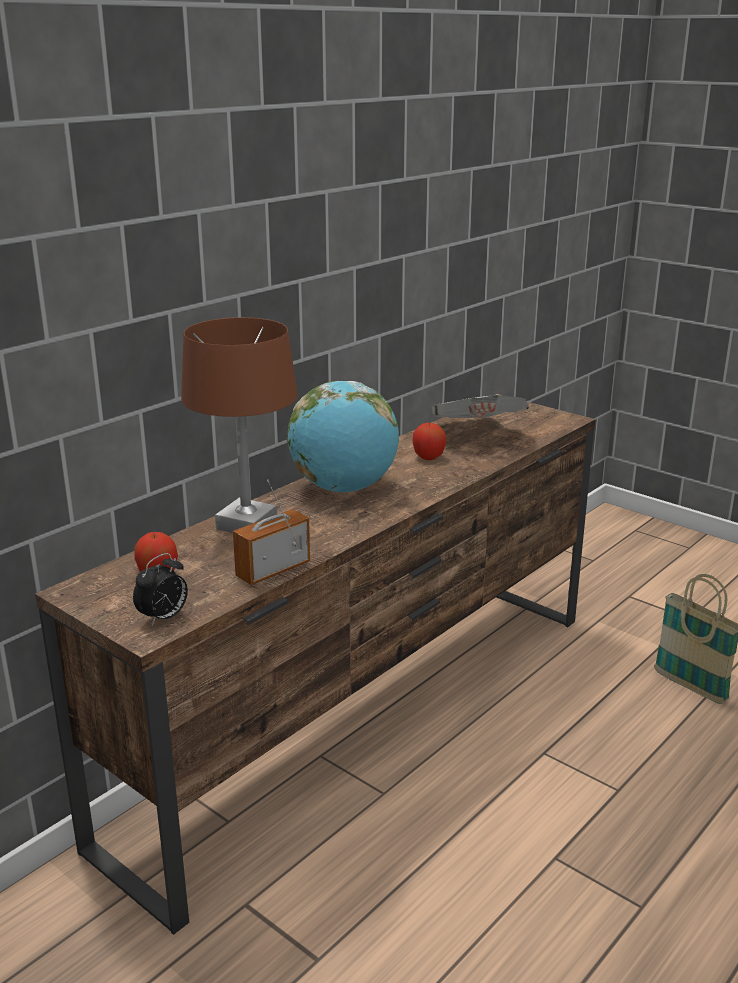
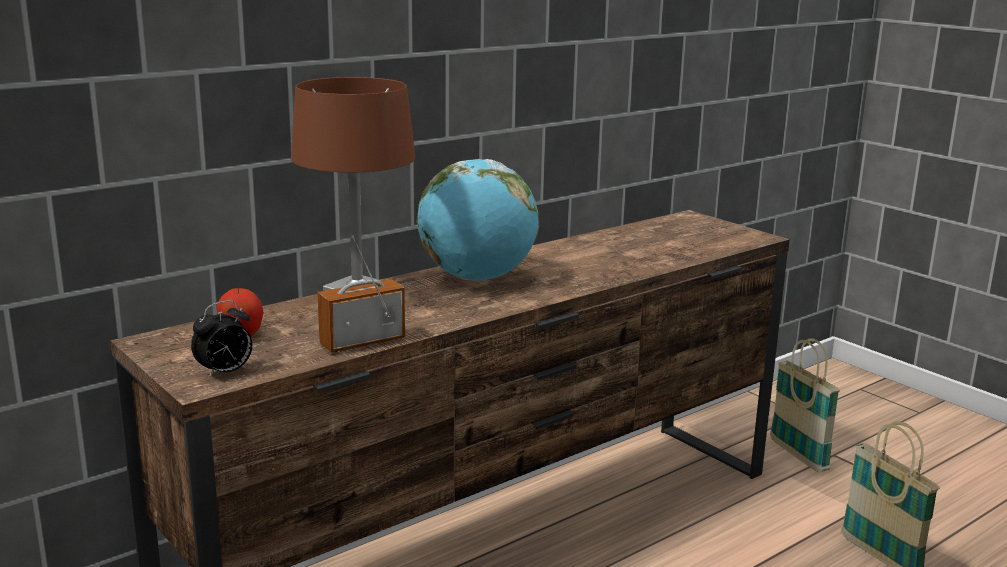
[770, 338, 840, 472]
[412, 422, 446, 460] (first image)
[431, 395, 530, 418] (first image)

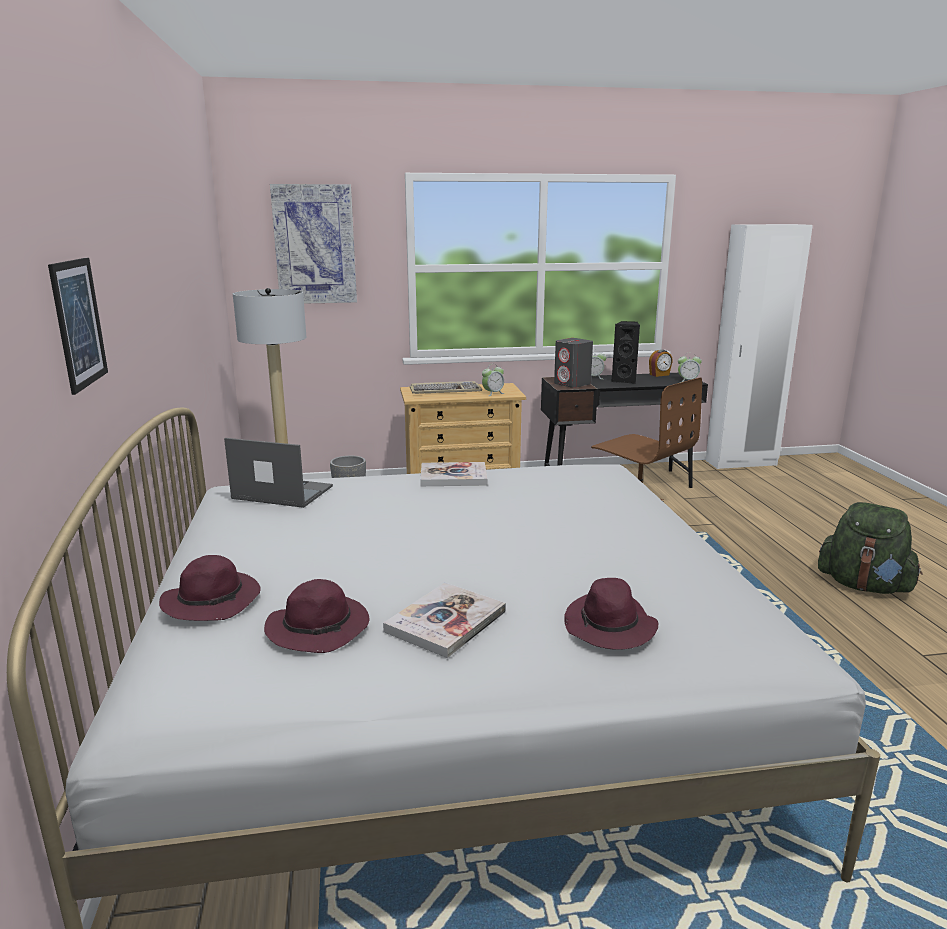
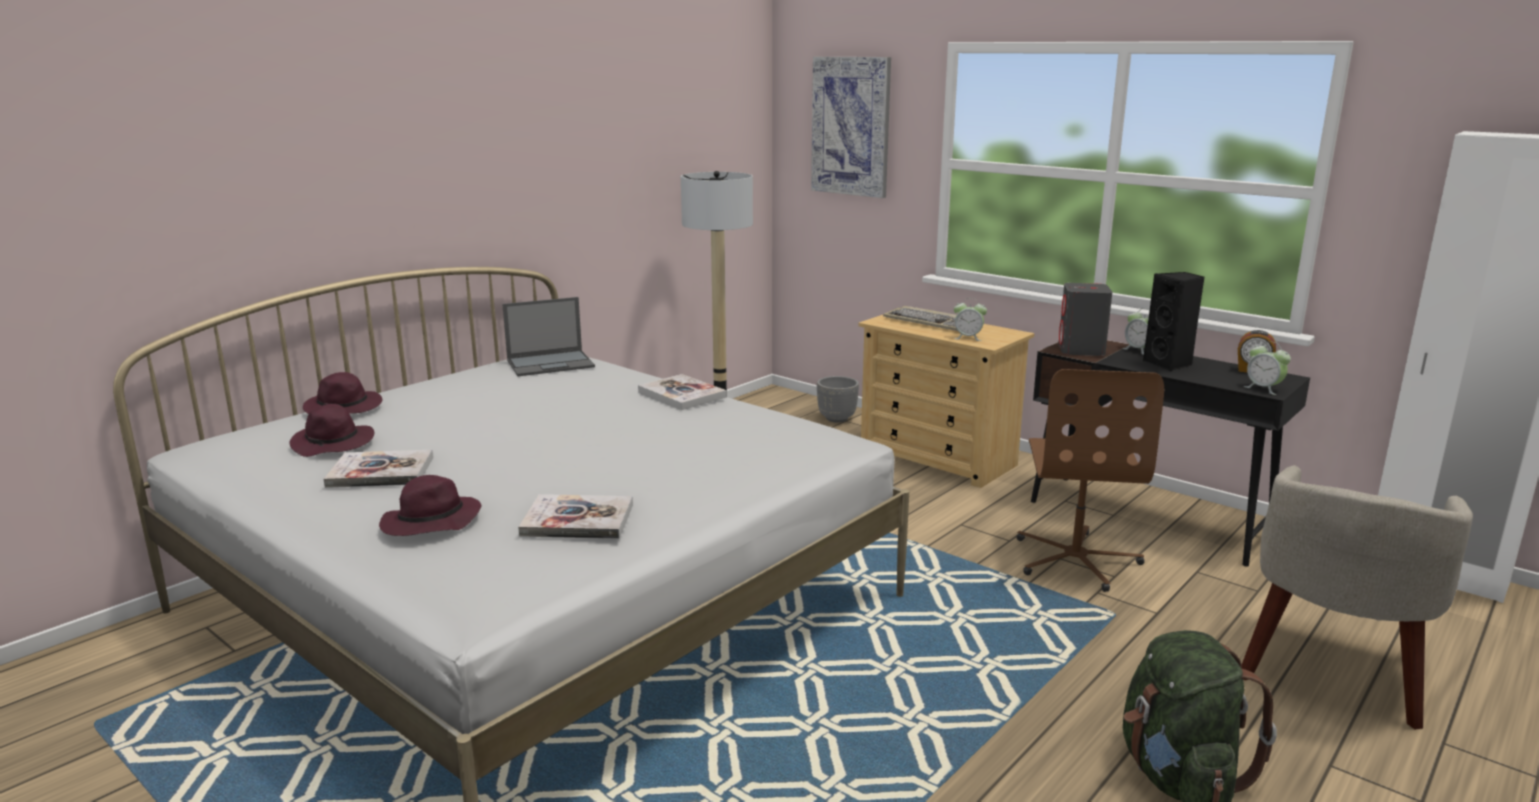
[502, 297, 595, 376]
[518, 494, 633, 539]
[1242, 465, 1473, 730]
[48, 258, 108, 395] (first image)

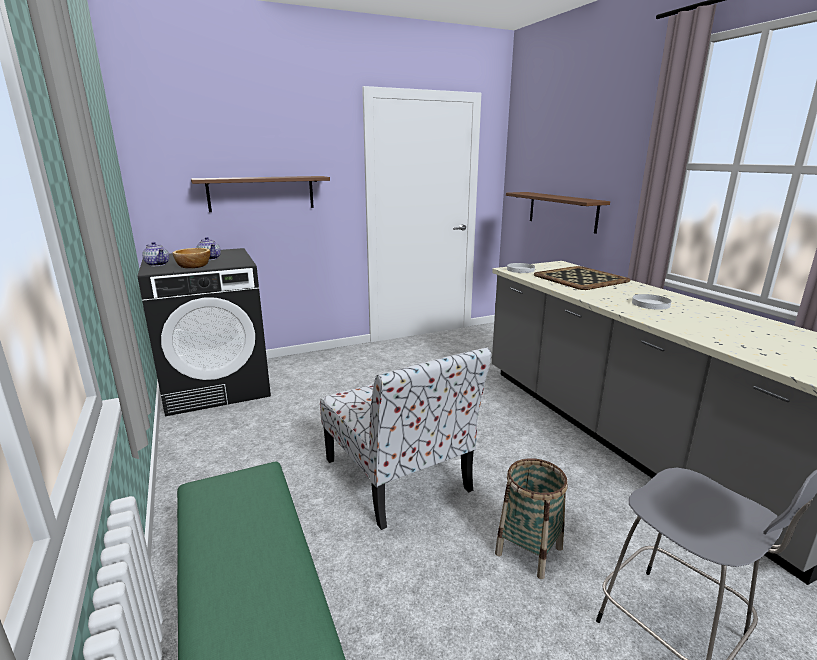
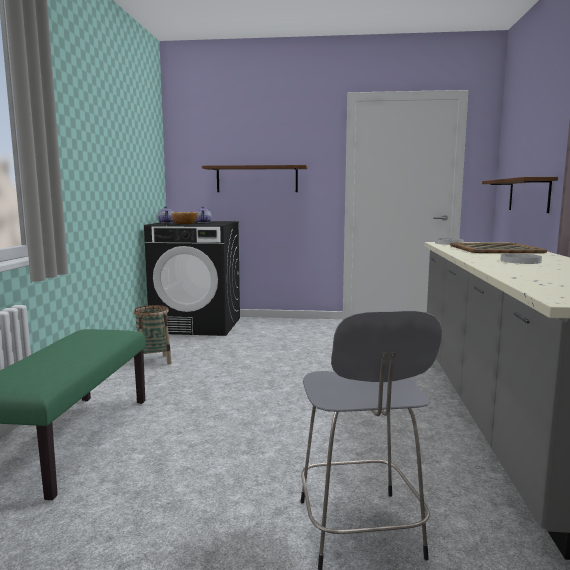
[134, 305, 172, 364]
[320, 347, 492, 530] (first image)

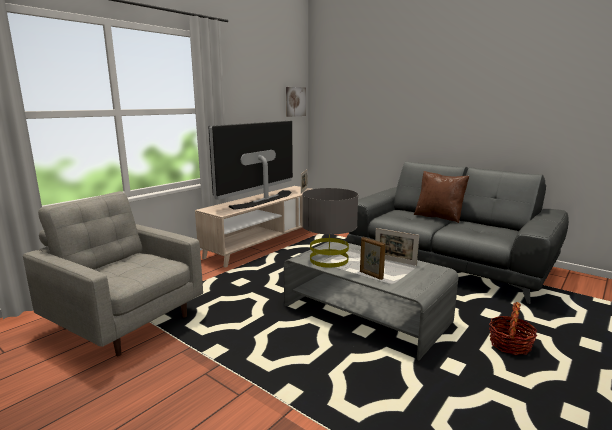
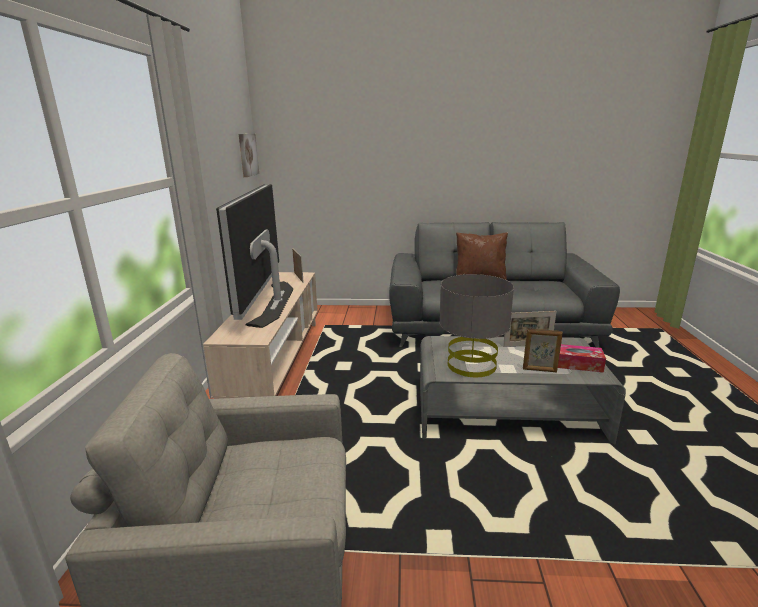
[558, 344, 606, 373]
[489, 302, 537, 355] (first image)

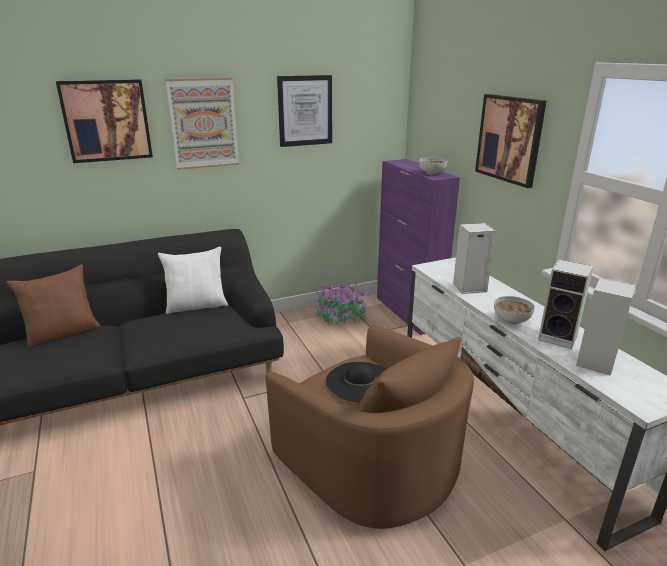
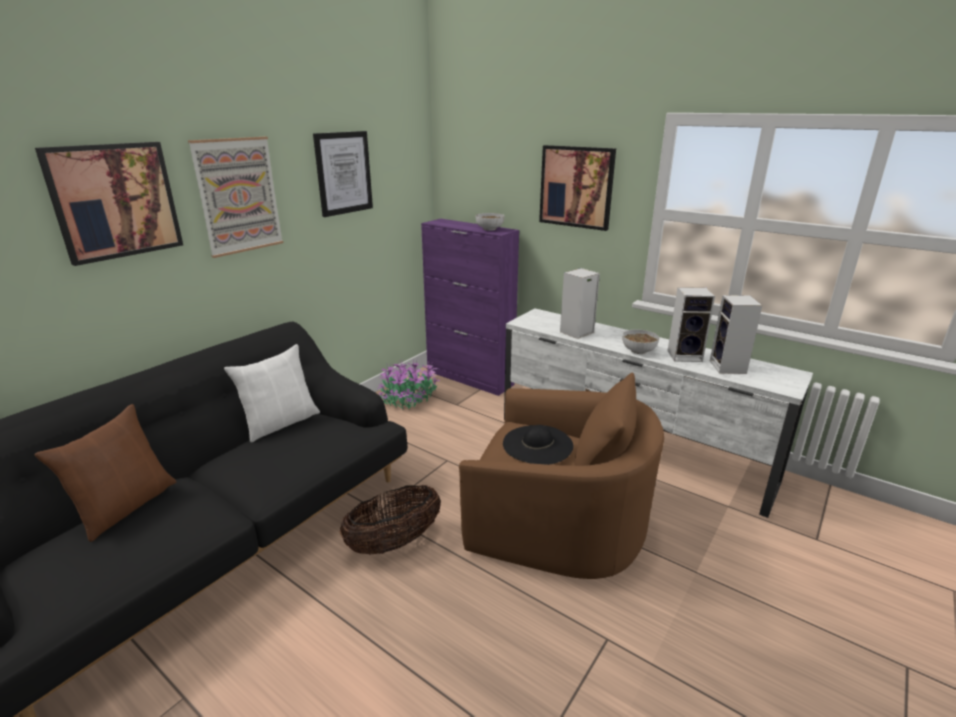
[340, 485, 441, 554]

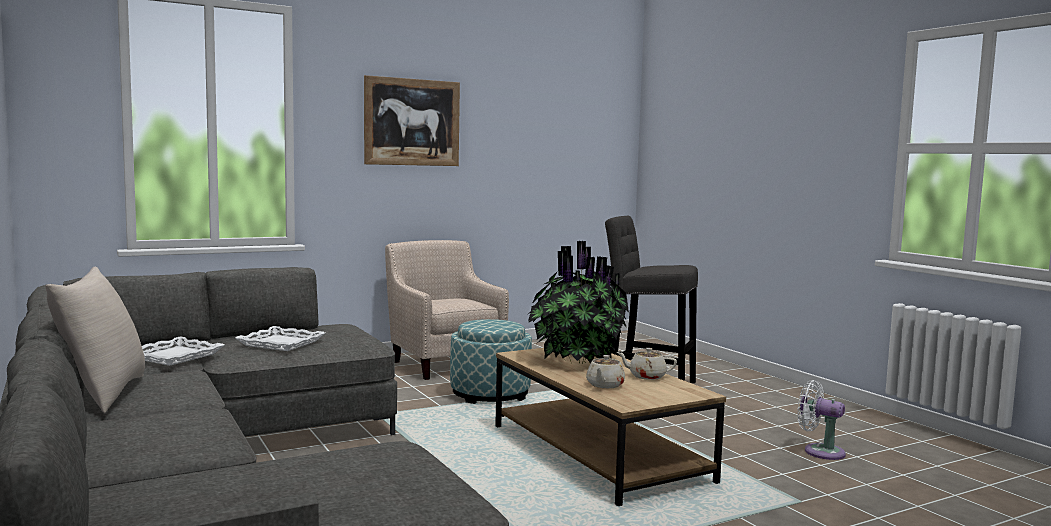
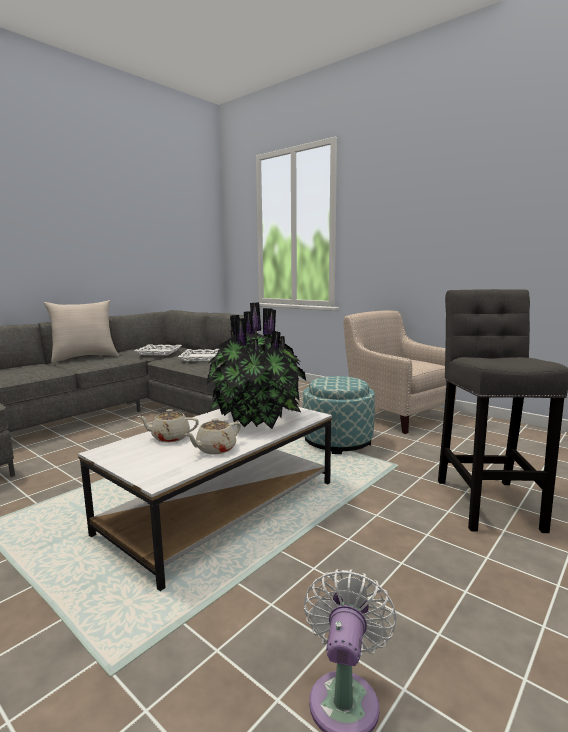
[78, 407, 332, 591]
[184, 418, 241, 455]
[343, 311, 457, 434]
[364, 75, 460, 166] (first image)

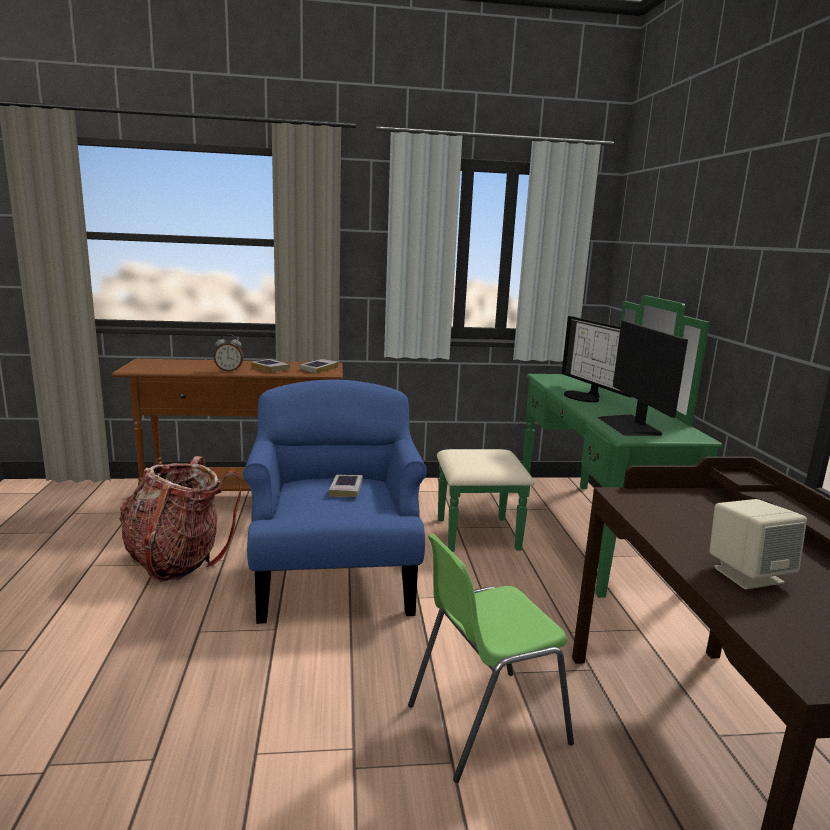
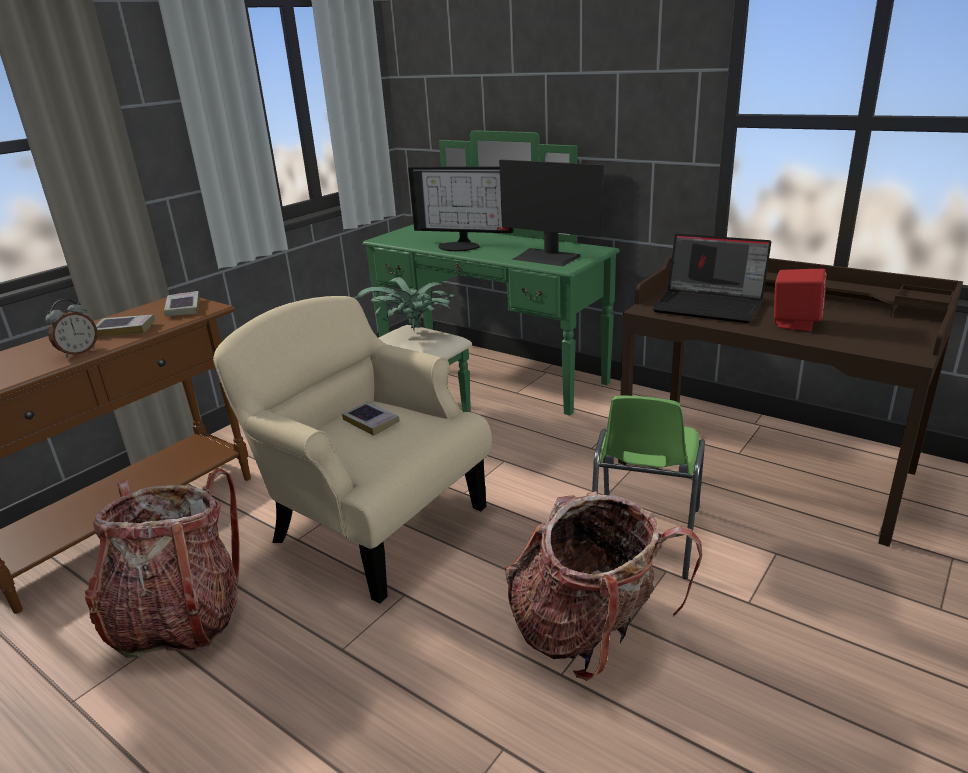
[213, 296, 492, 604]
[357, 277, 455, 331]
[505, 491, 702, 681]
[652, 234, 771, 323]
[774, 269, 826, 332]

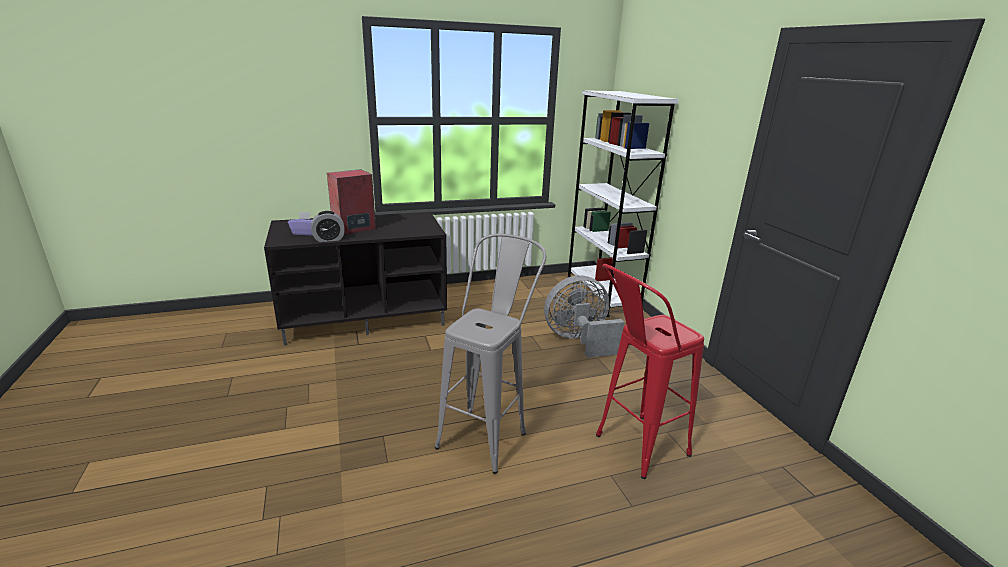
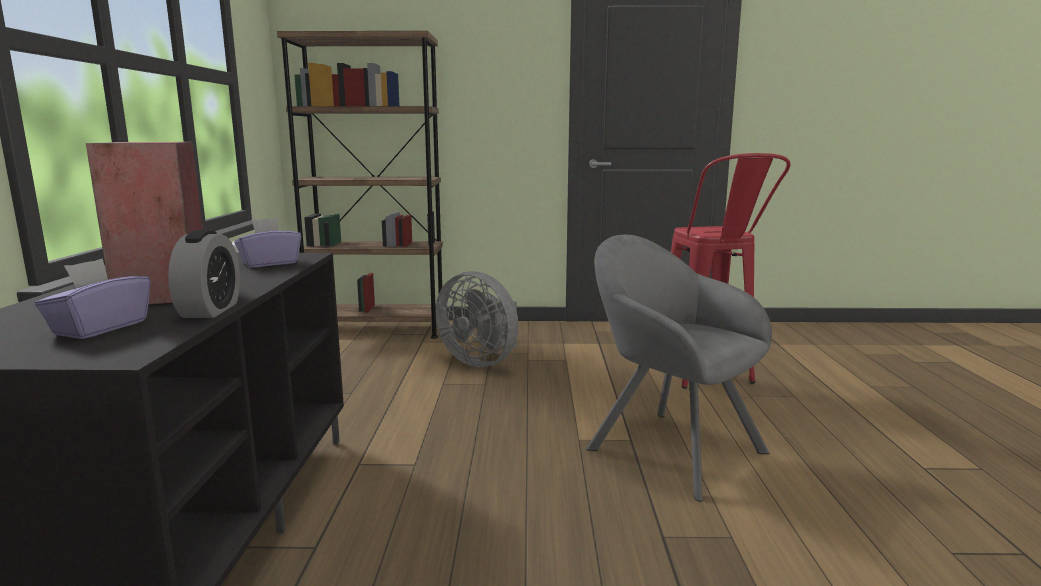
[235, 217, 301, 268]
[277, 31, 443, 339]
[435, 271, 519, 367]
[586, 235, 772, 502]

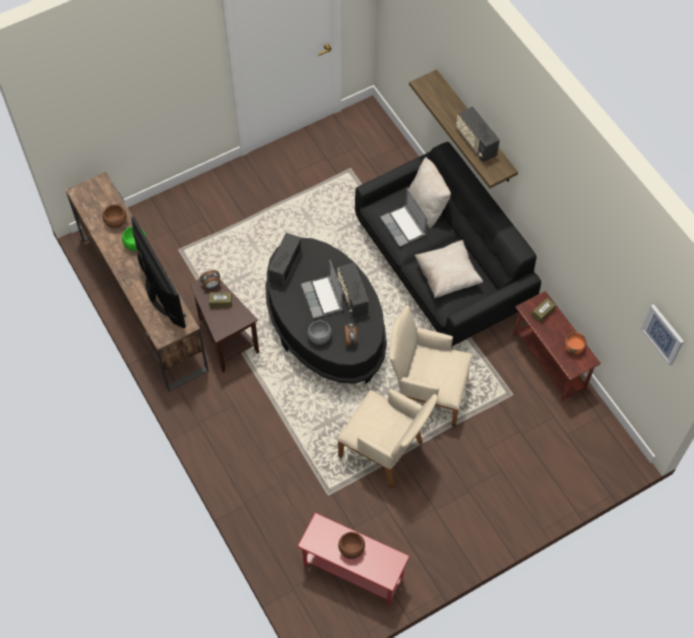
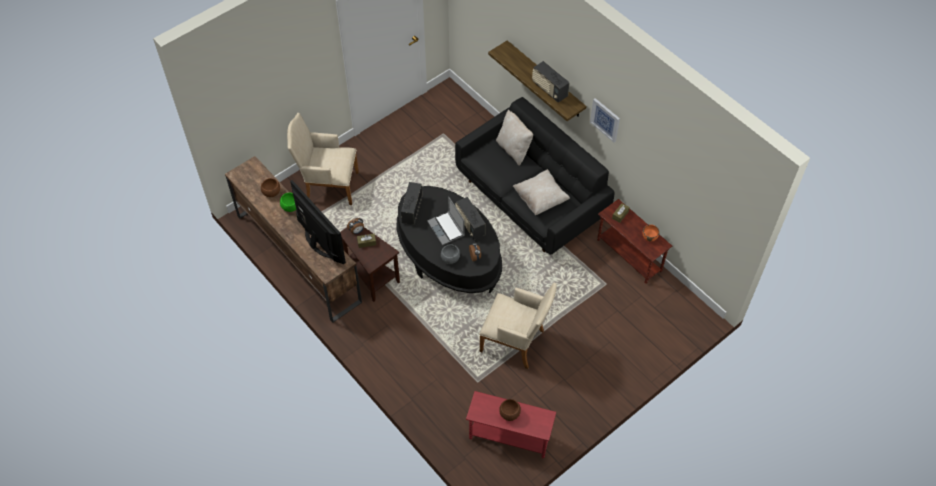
[287, 113, 359, 205]
[590, 98, 620, 142]
[380, 188, 427, 247] (first image)

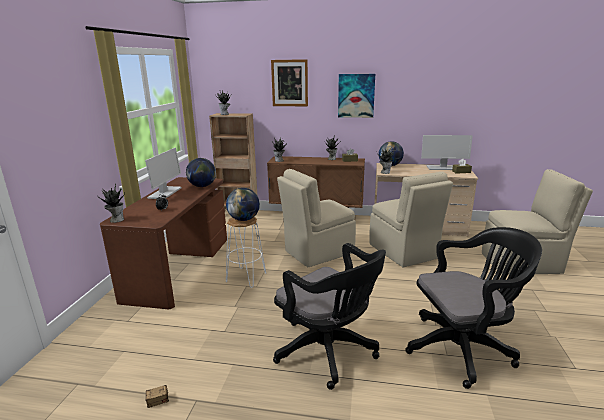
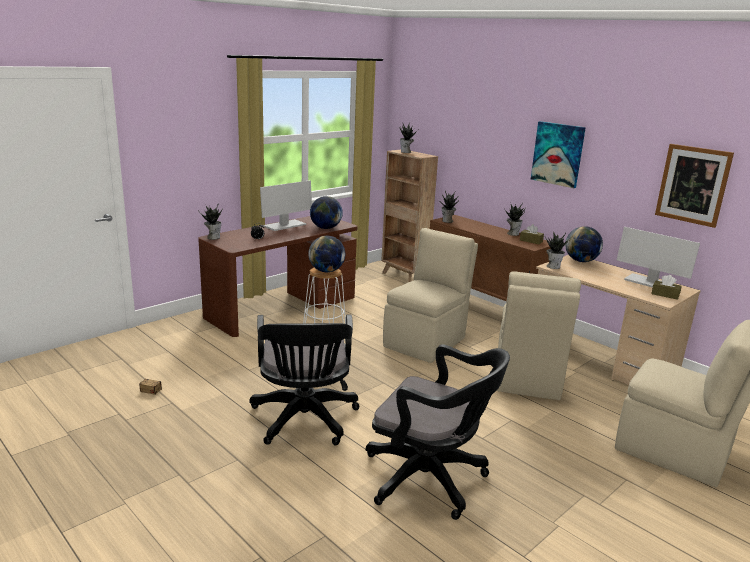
[383, 228, 478, 363]
[655, 144, 734, 228]

